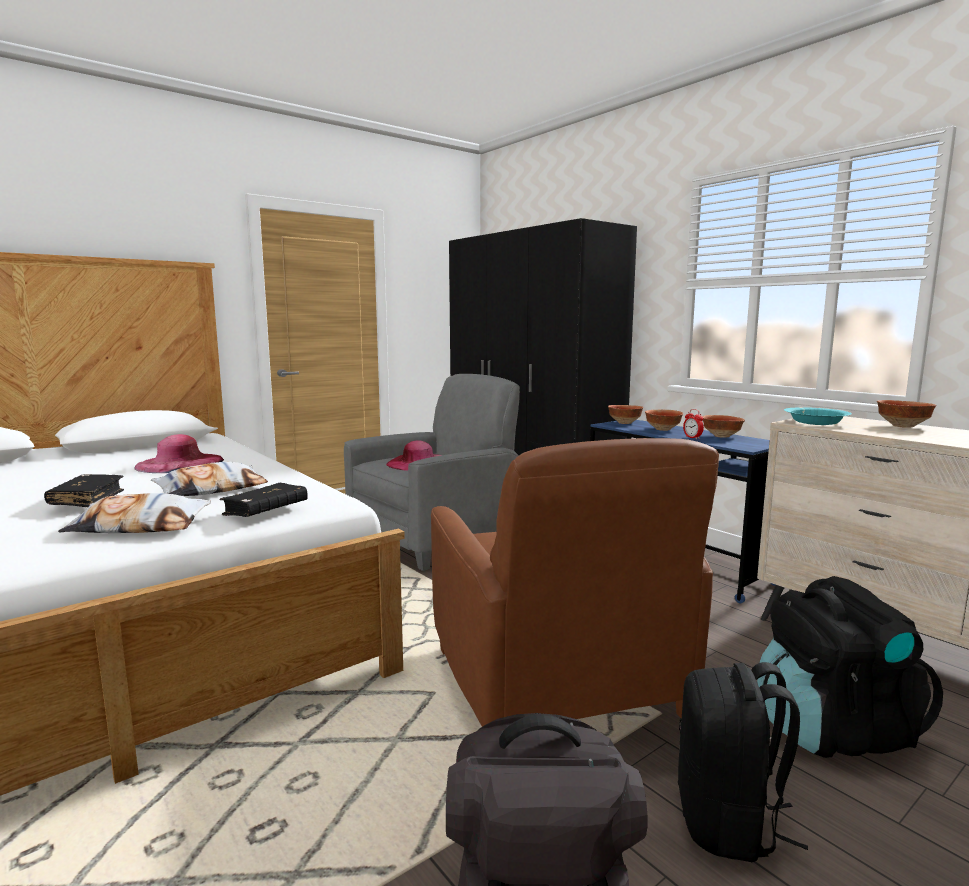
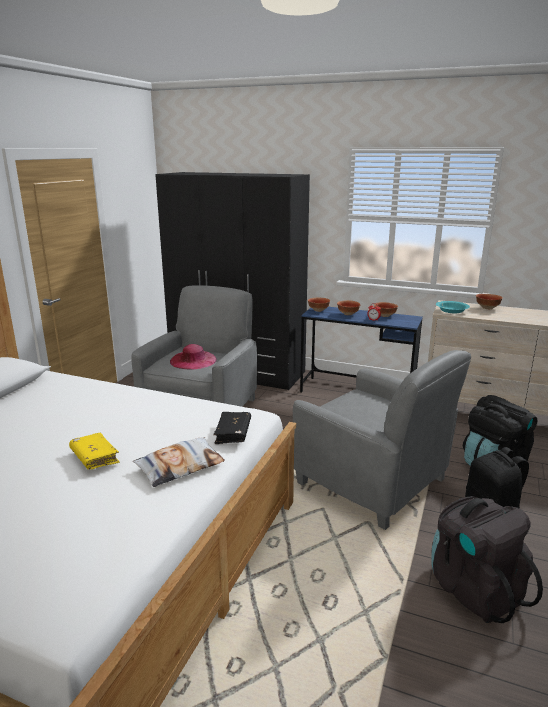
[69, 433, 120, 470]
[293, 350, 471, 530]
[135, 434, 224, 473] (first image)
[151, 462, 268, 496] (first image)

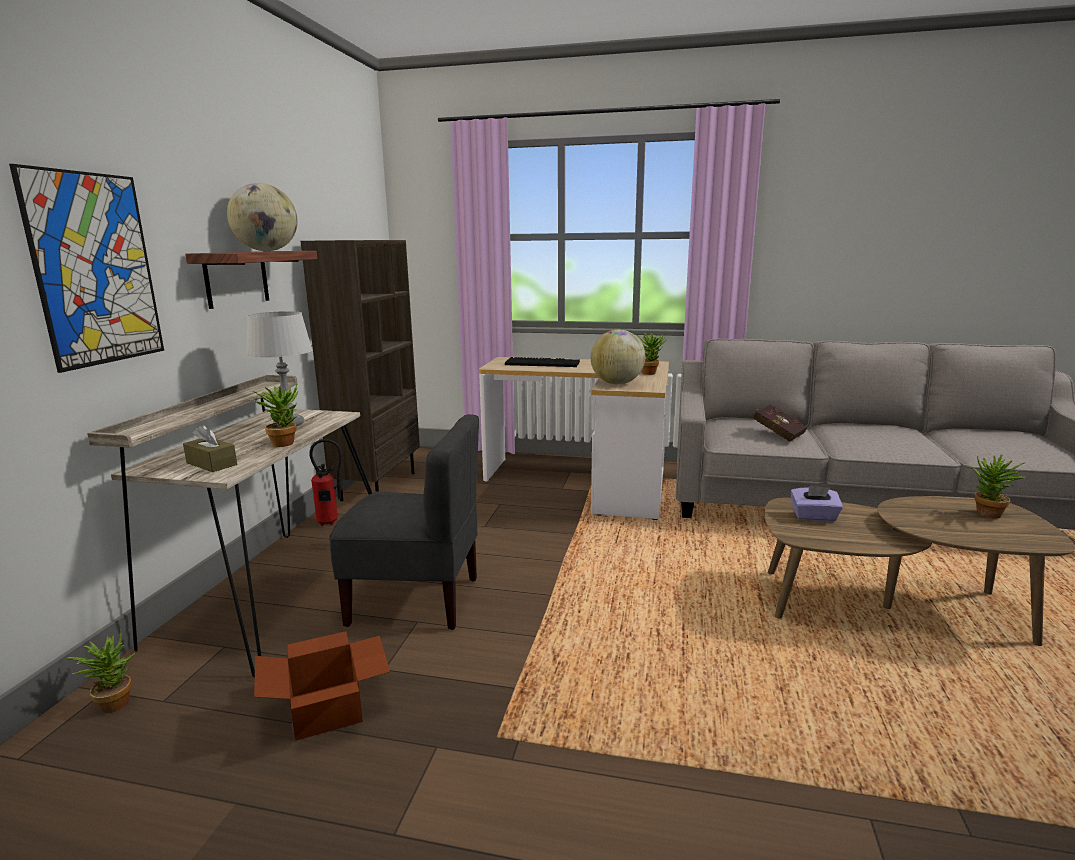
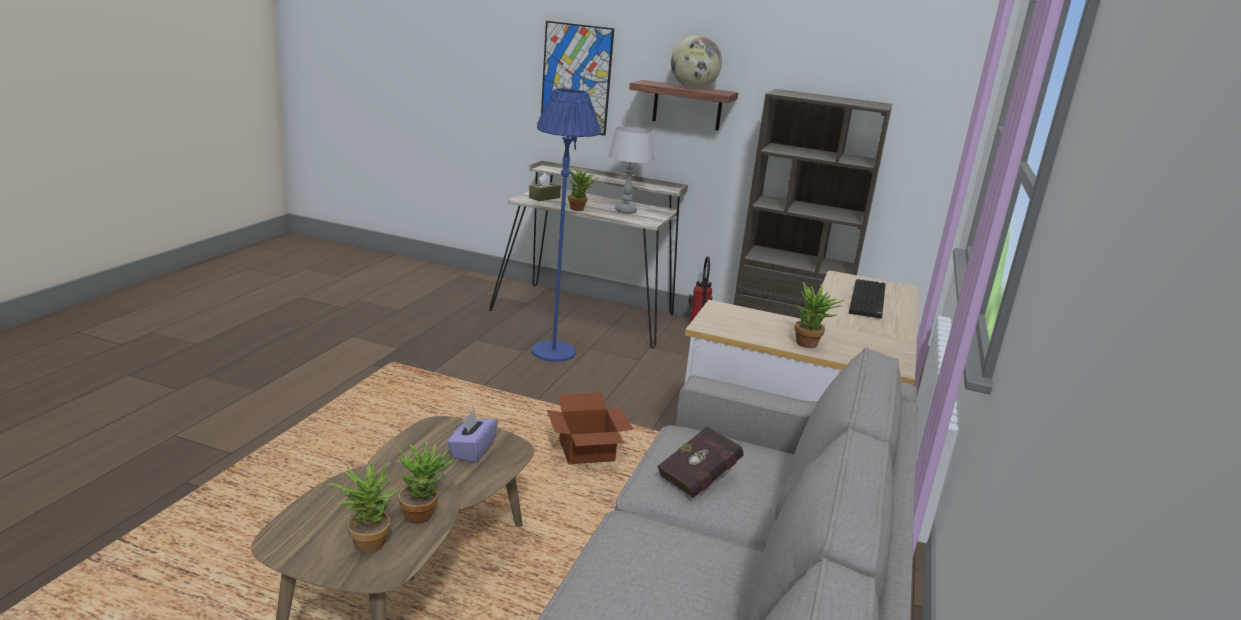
[393, 441, 456, 524]
[532, 88, 600, 362]
[547, 392, 633, 464]
[591, 330, 645, 384] (first image)

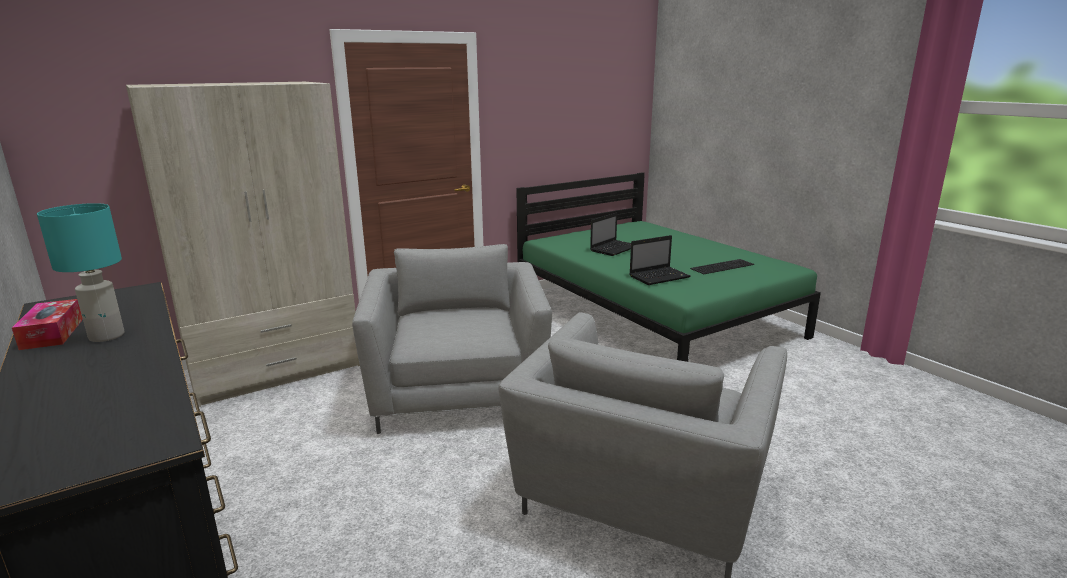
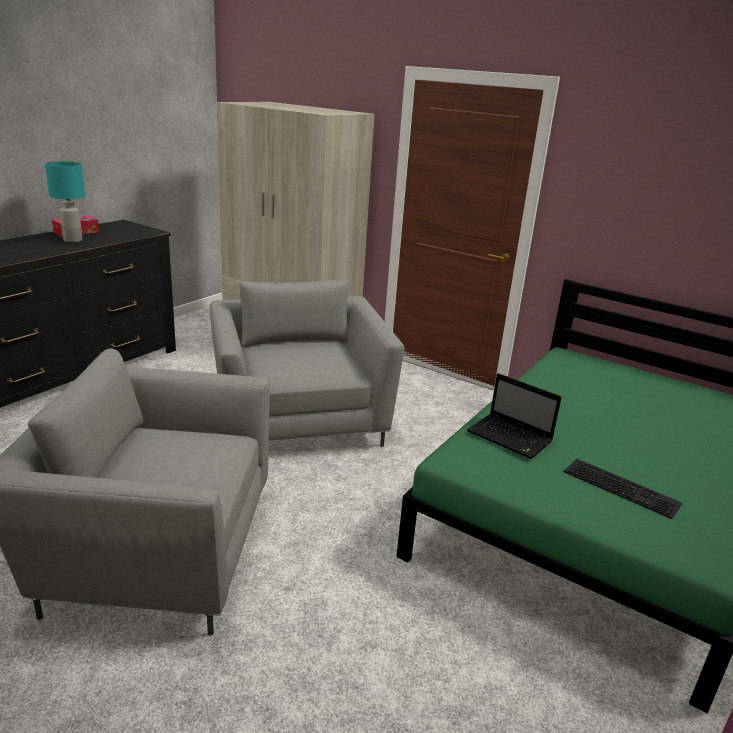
[210, 279, 404, 447]
[590, 212, 631, 256] (first image)

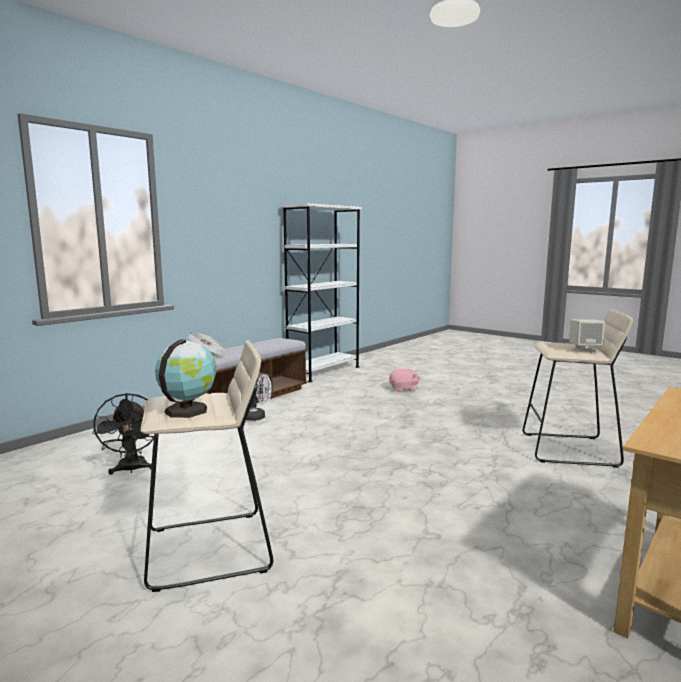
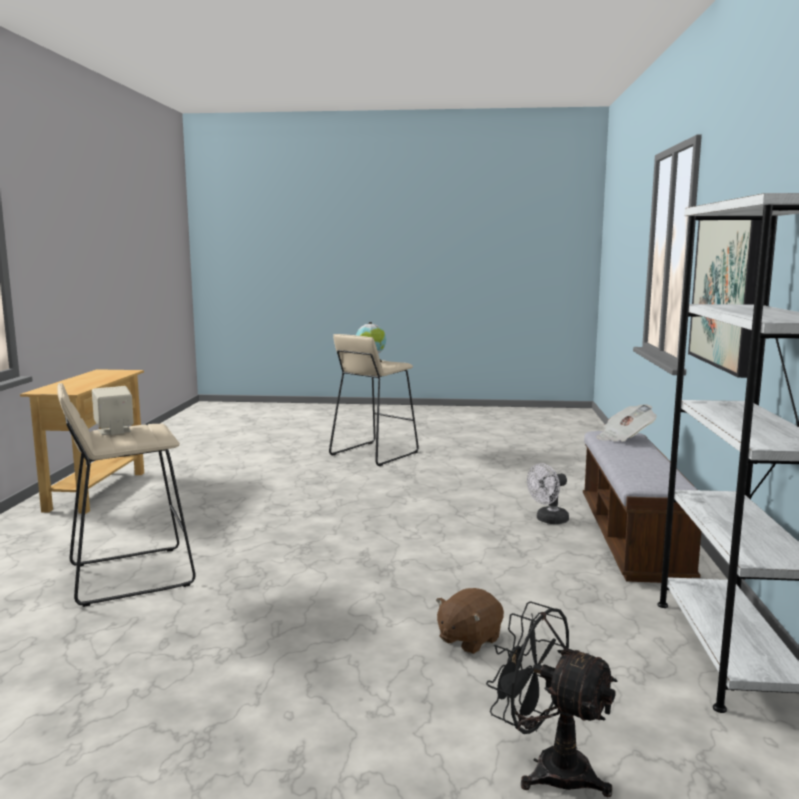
[436, 588, 504, 654]
[486, 601, 617, 797]
[688, 220, 762, 378]

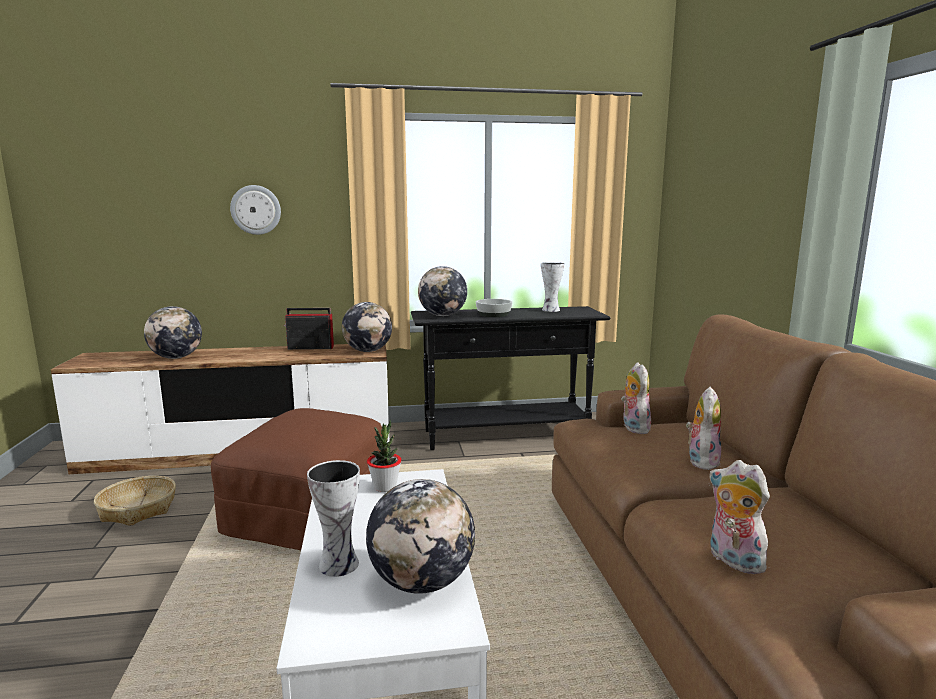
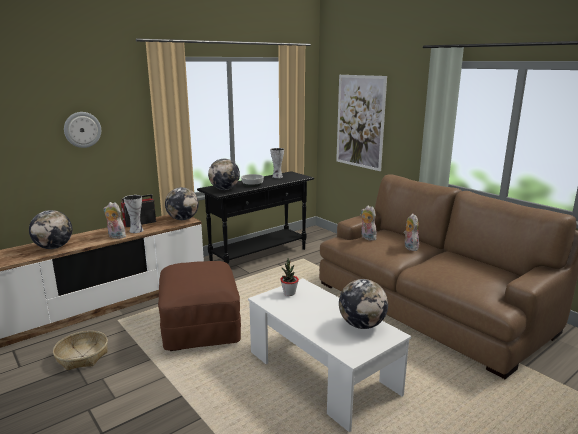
[104, 202, 126, 239]
[124, 195, 144, 233]
[336, 75, 387, 171]

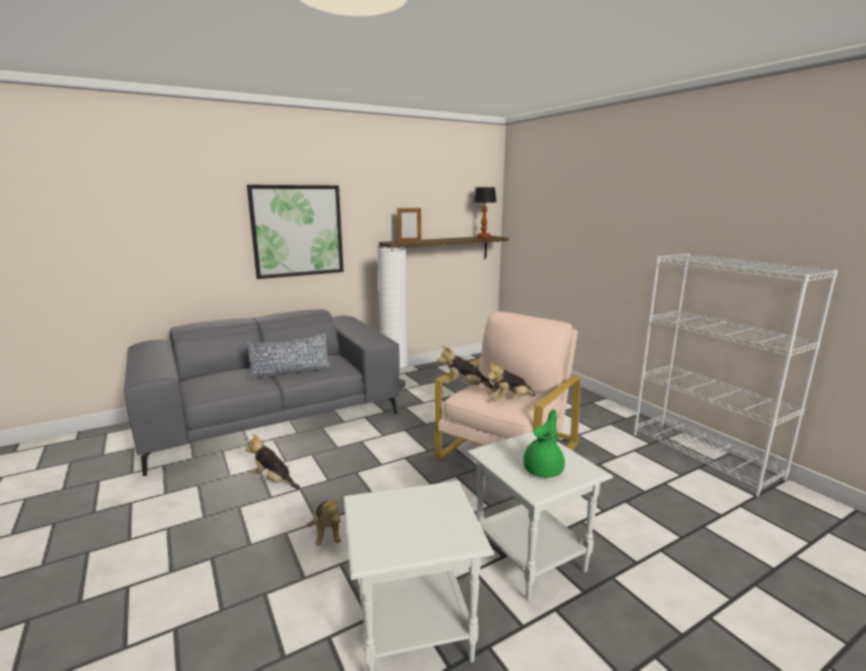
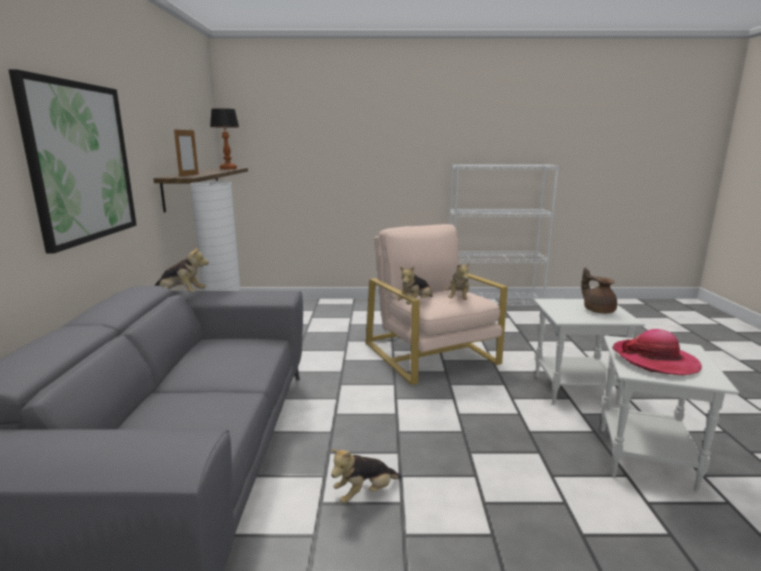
[154, 246, 209, 293]
[581, 267, 617, 314]
[613, 329, 702, 375]
[245, 332, 332, 380] (first image)

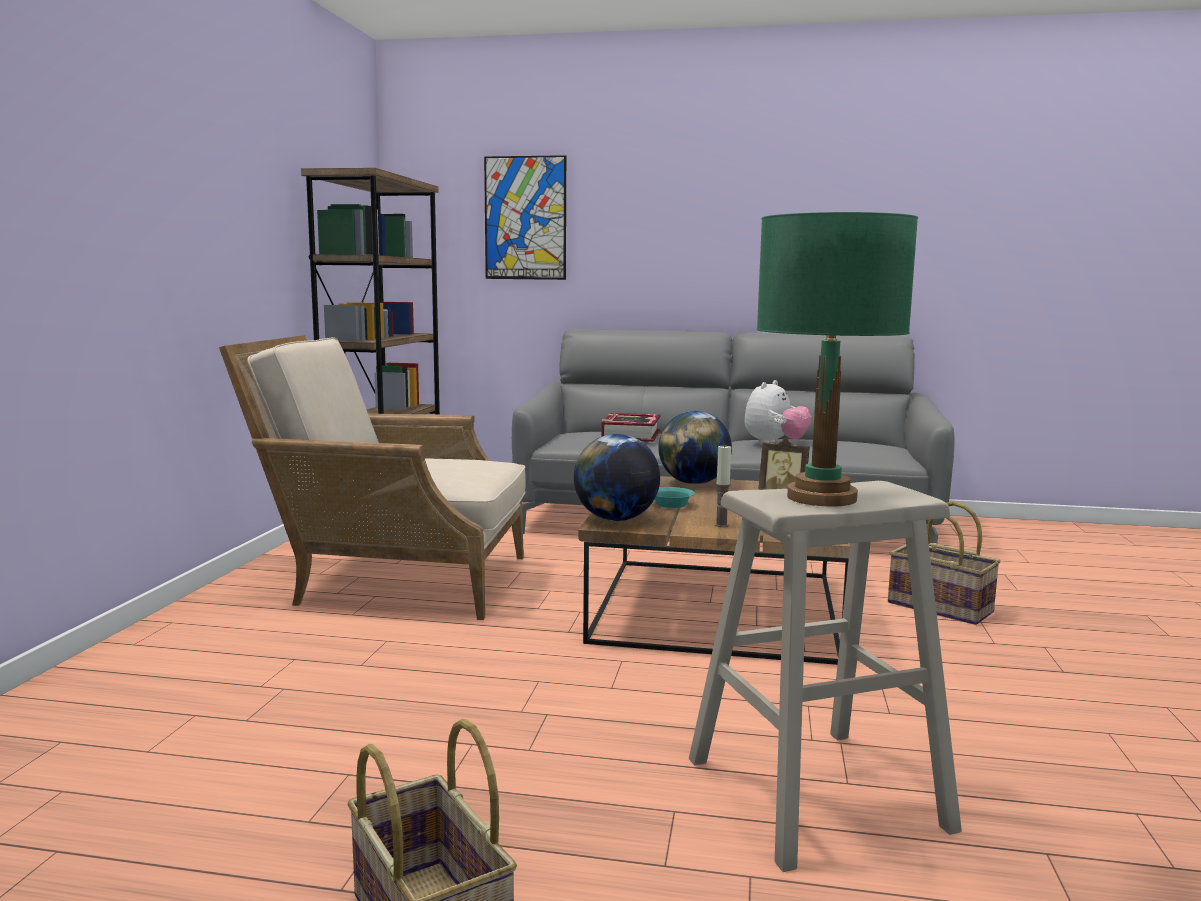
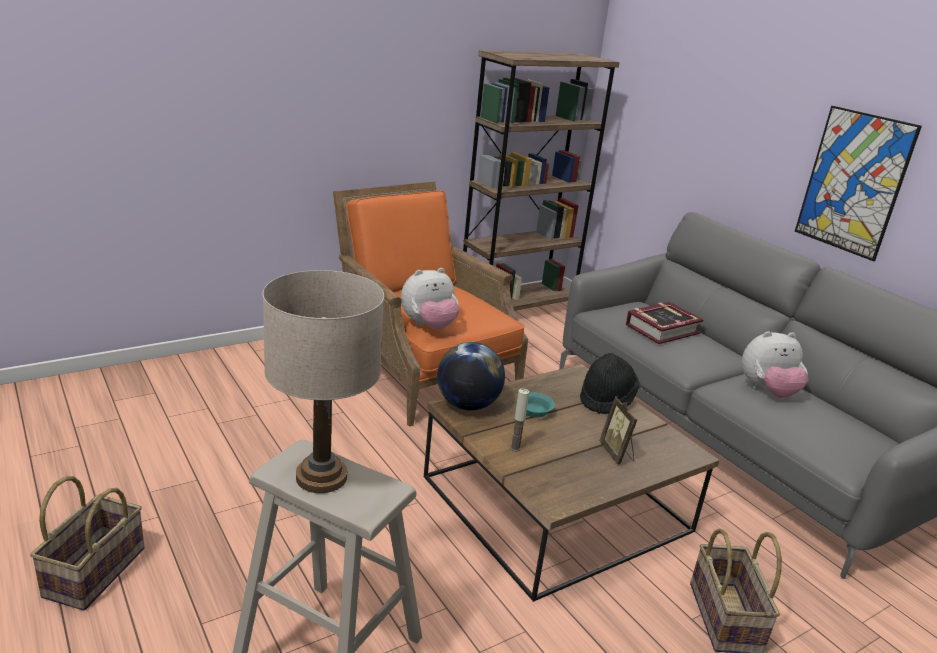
[263, 270, 384, 493]
[333, 181, 528, 427]
[401, 268, 459, 330]
[580, 353, 640, 414]
[795, 106, 922, 261]

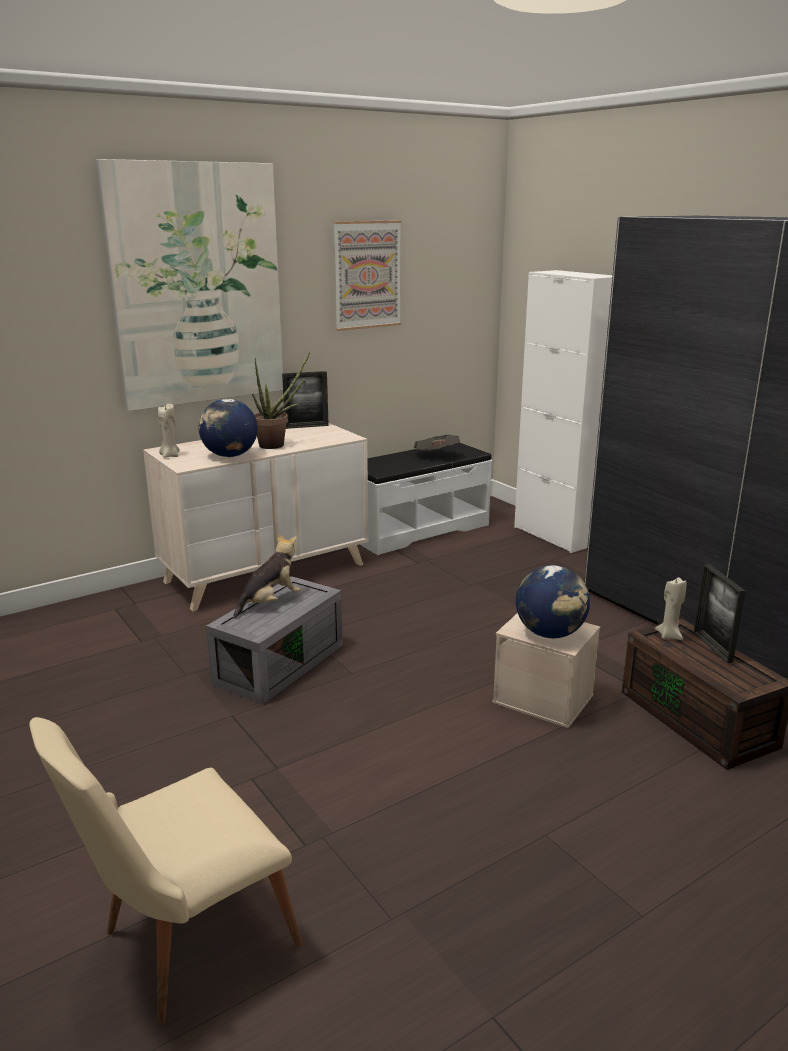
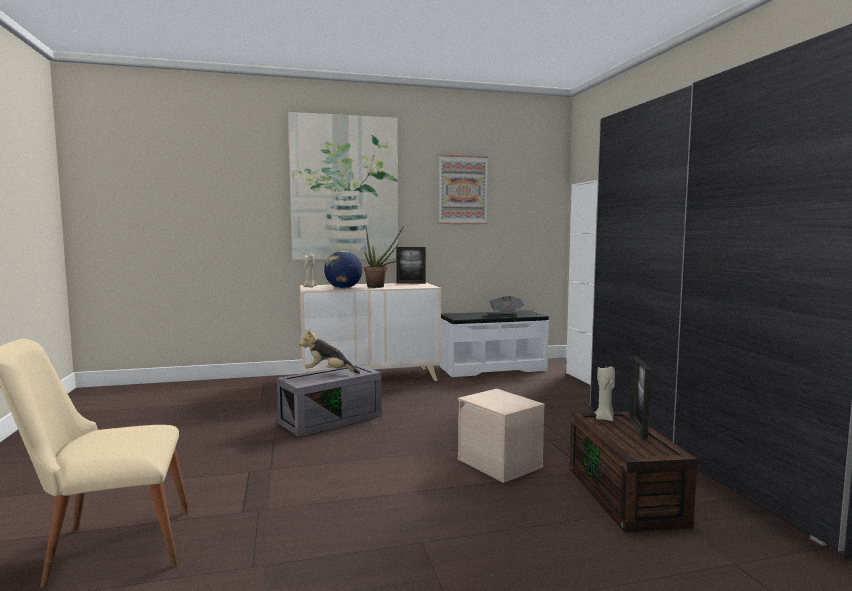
[299, 329, 360, 374]
[516, 565, 590, 638] (first image)

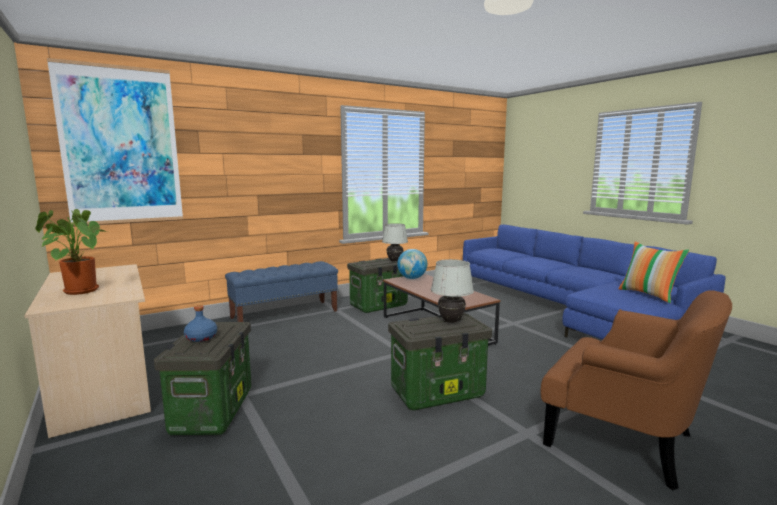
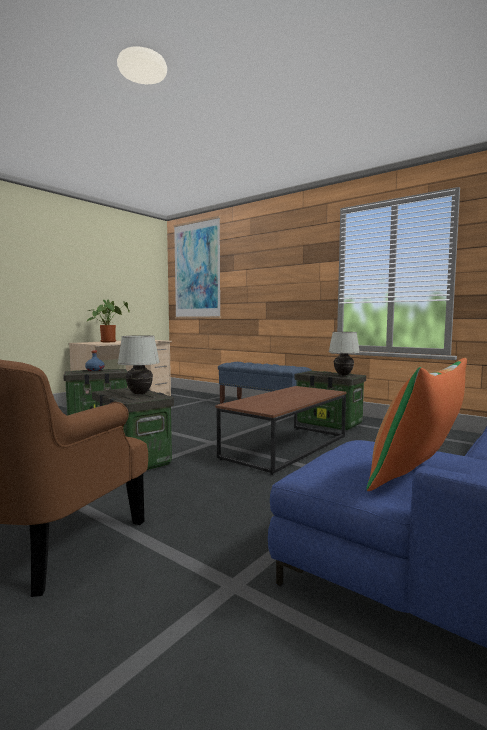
[397, 249, 427, 279] (first image)

